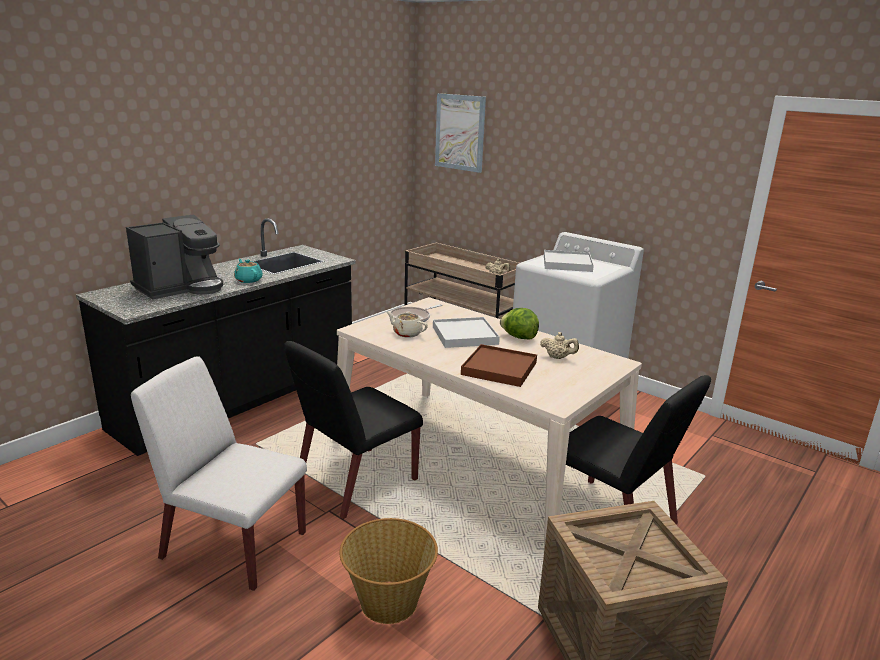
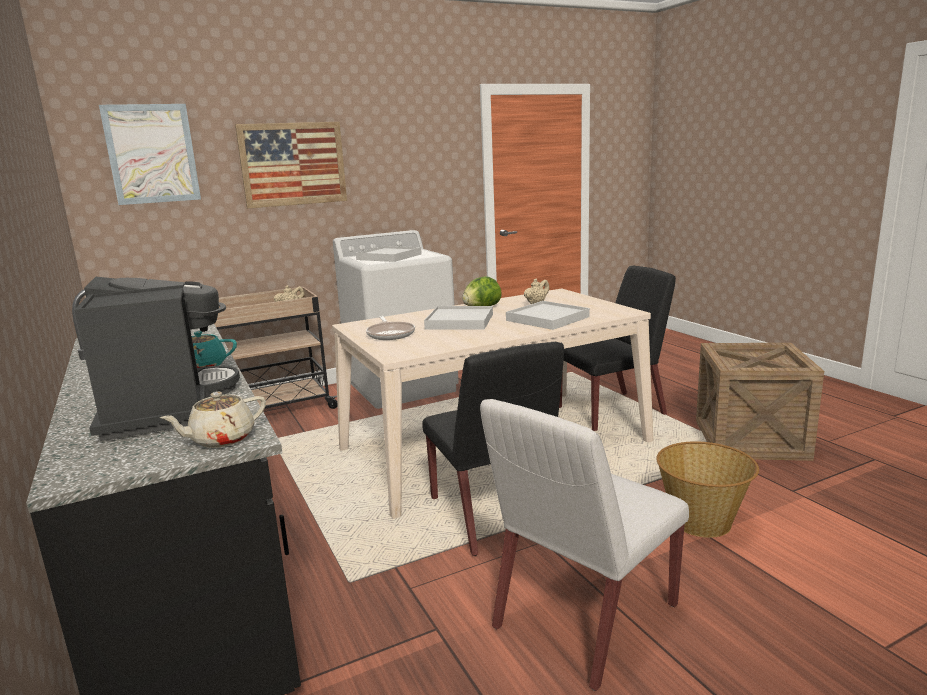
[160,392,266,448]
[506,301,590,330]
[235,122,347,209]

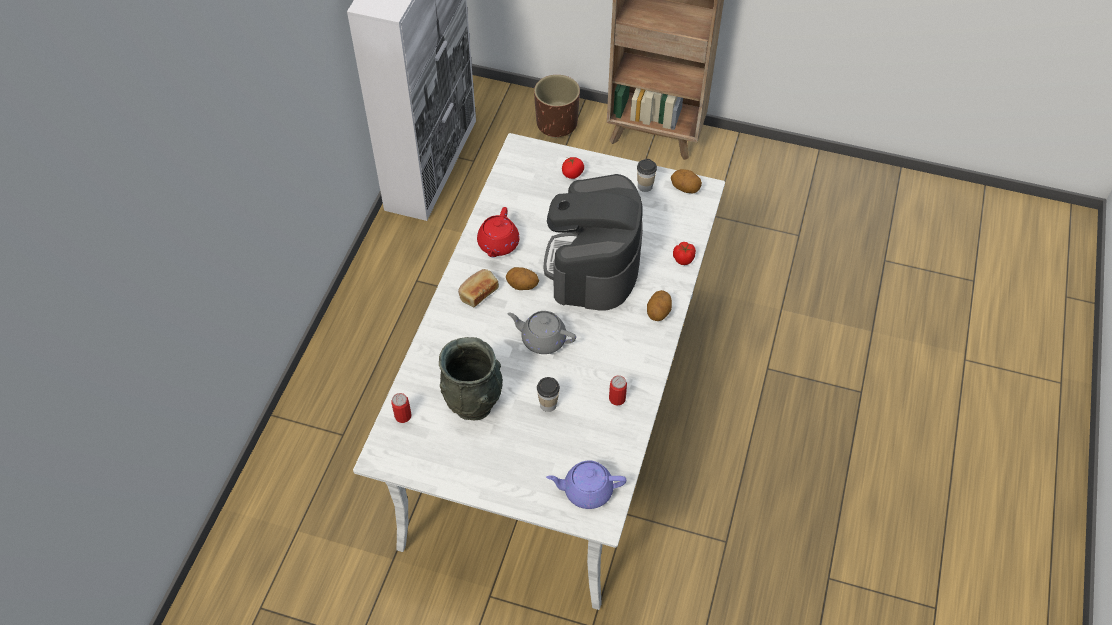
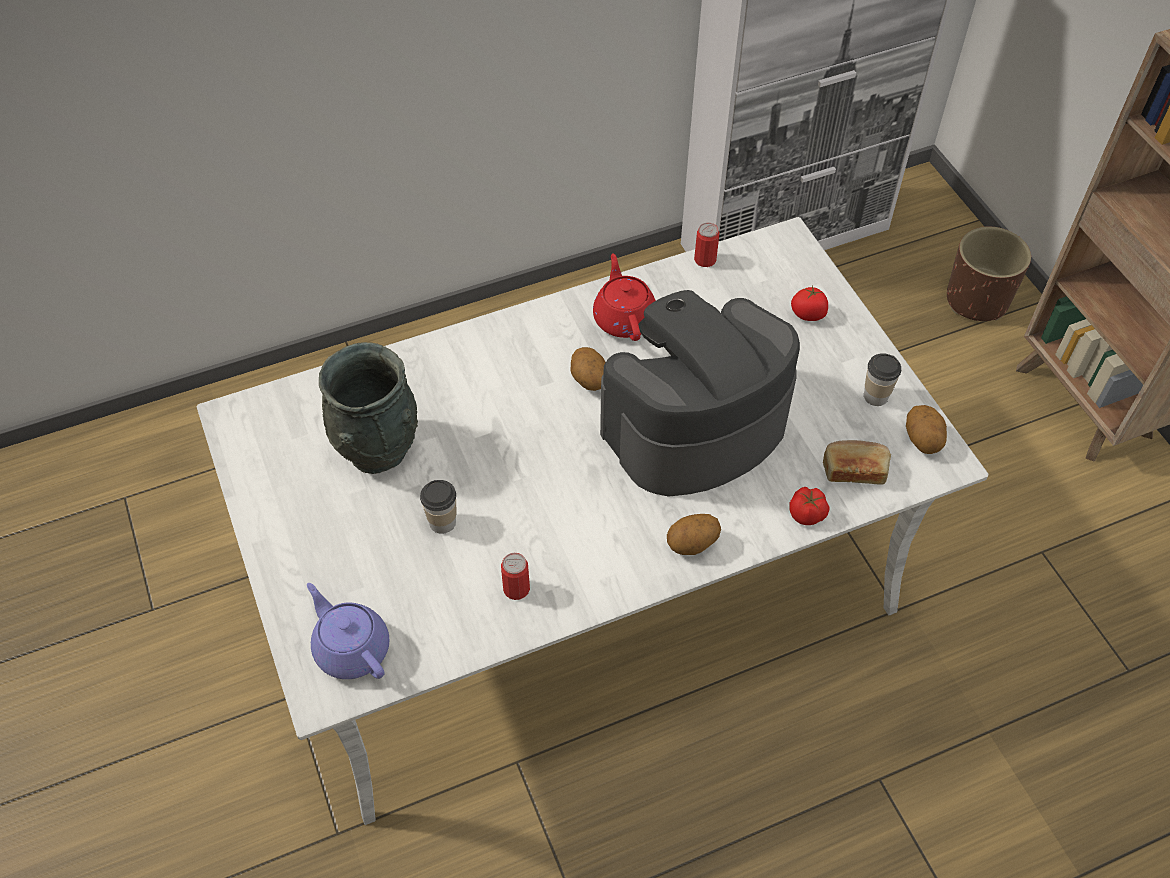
[694,222,719,267]
[823,440,891,485]
[593,253,656,341]
[507,311,576,354] (first image)

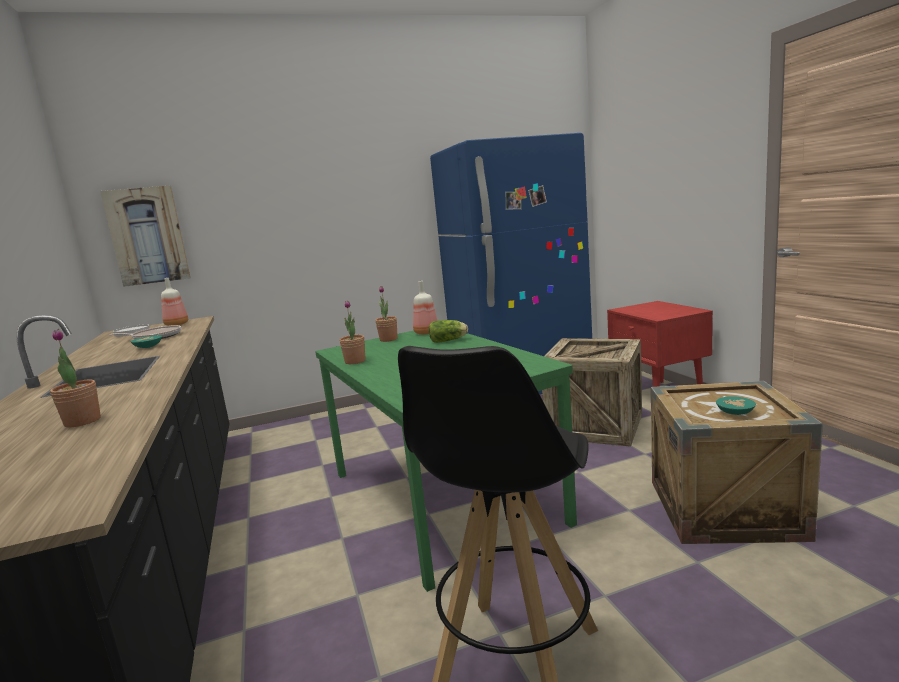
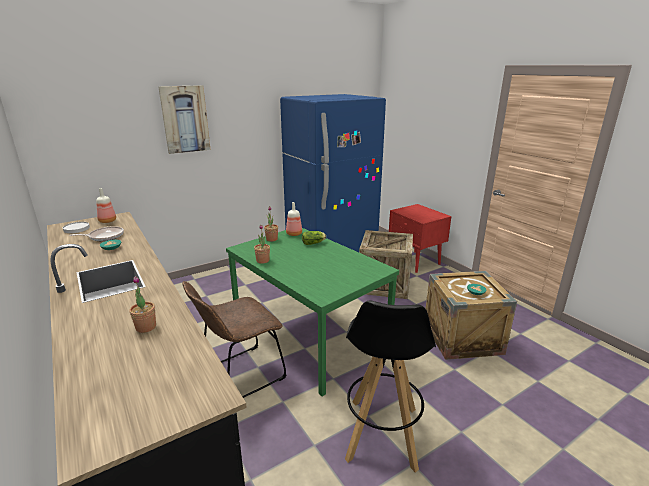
[158,85,210,154]
[182,281,286,398]

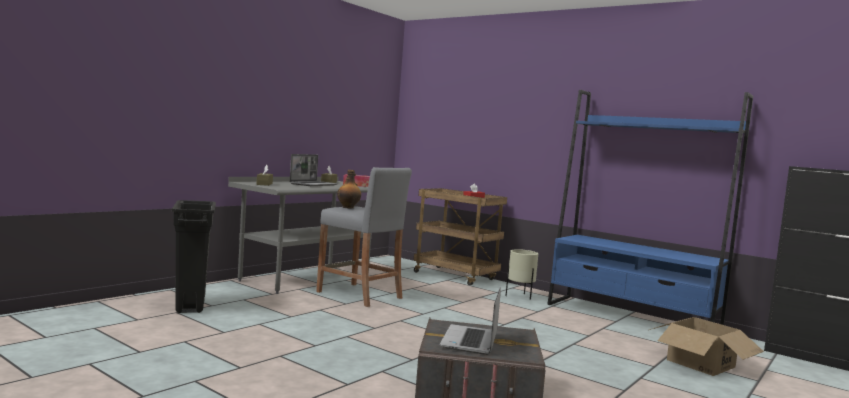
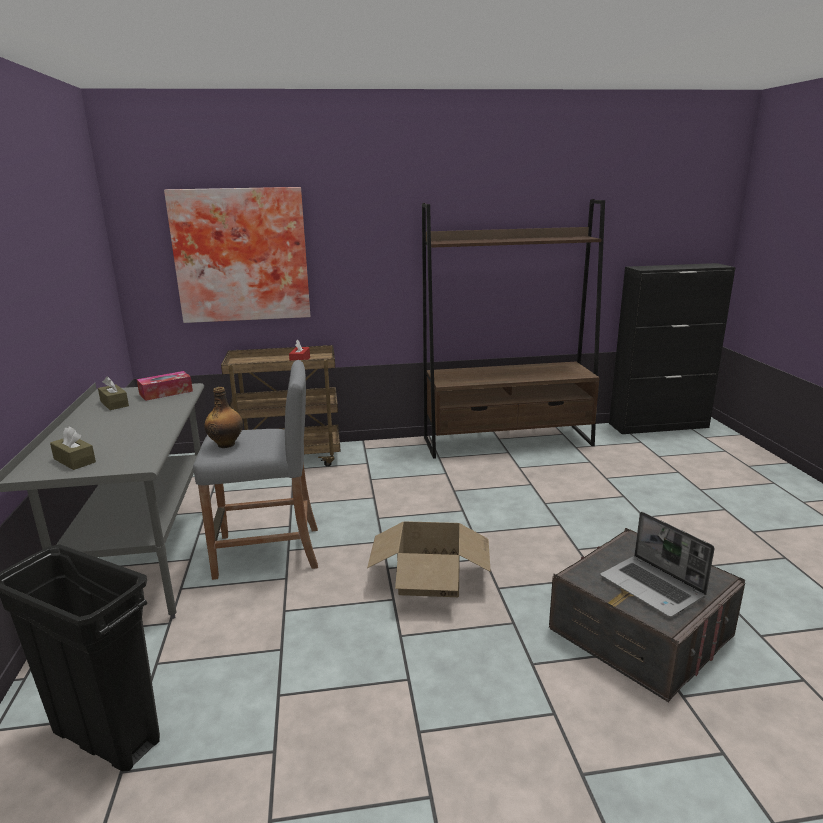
[290,154,338,186] (first image)
[505,249,538,300] (first image)
[422,199,605,459]
[367,521,491,597]
[164,187,310,323]

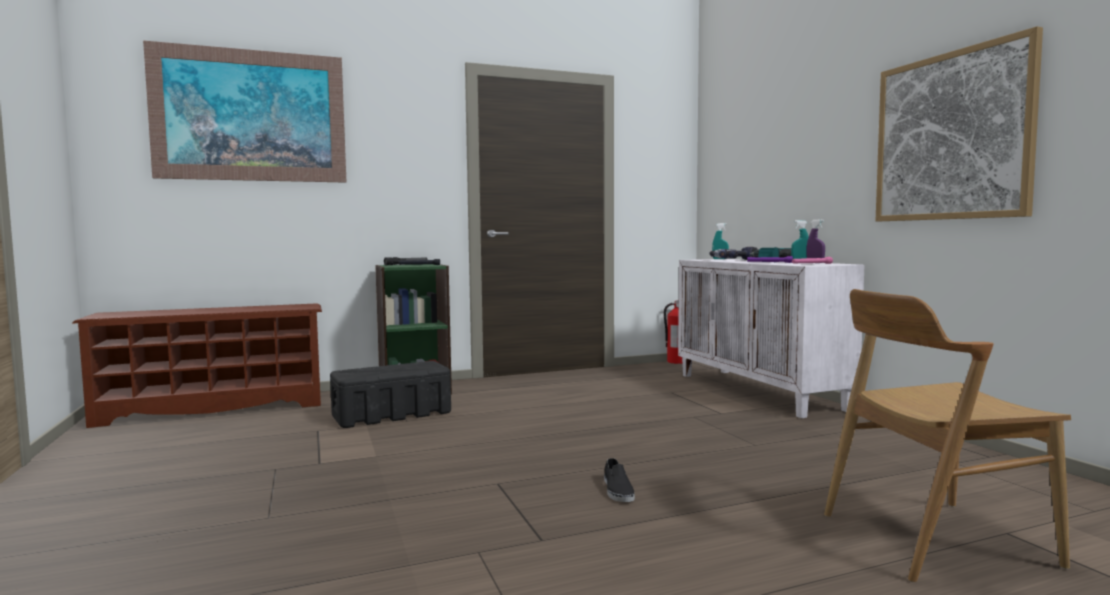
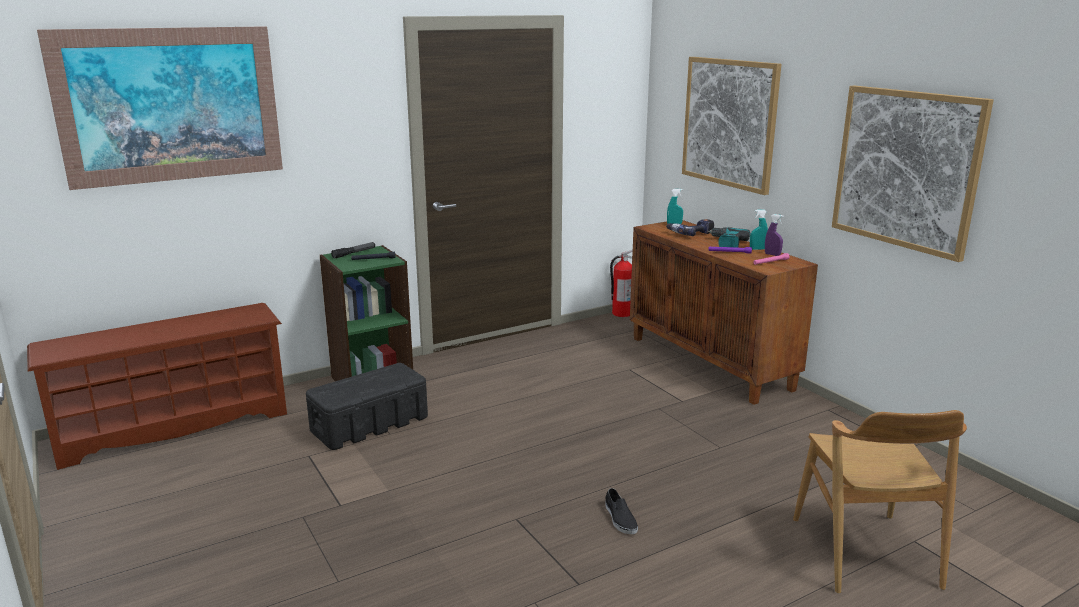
[630,220,818,405]
[793,410,967,593]
[682,57,782,195]

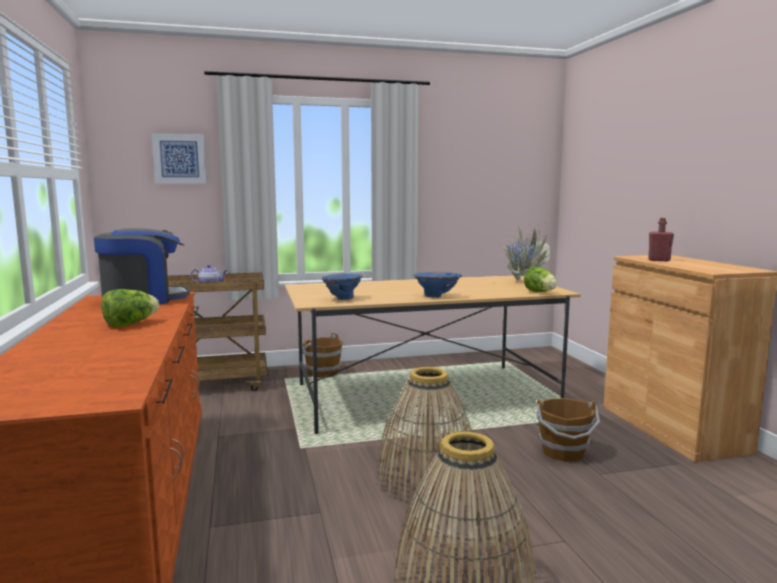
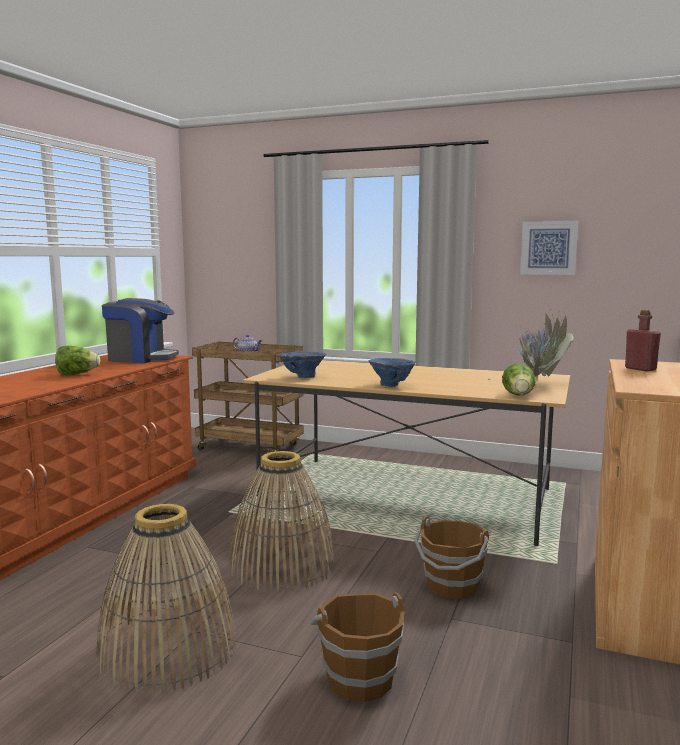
[520,221,578,275]
[310,592,405,702]

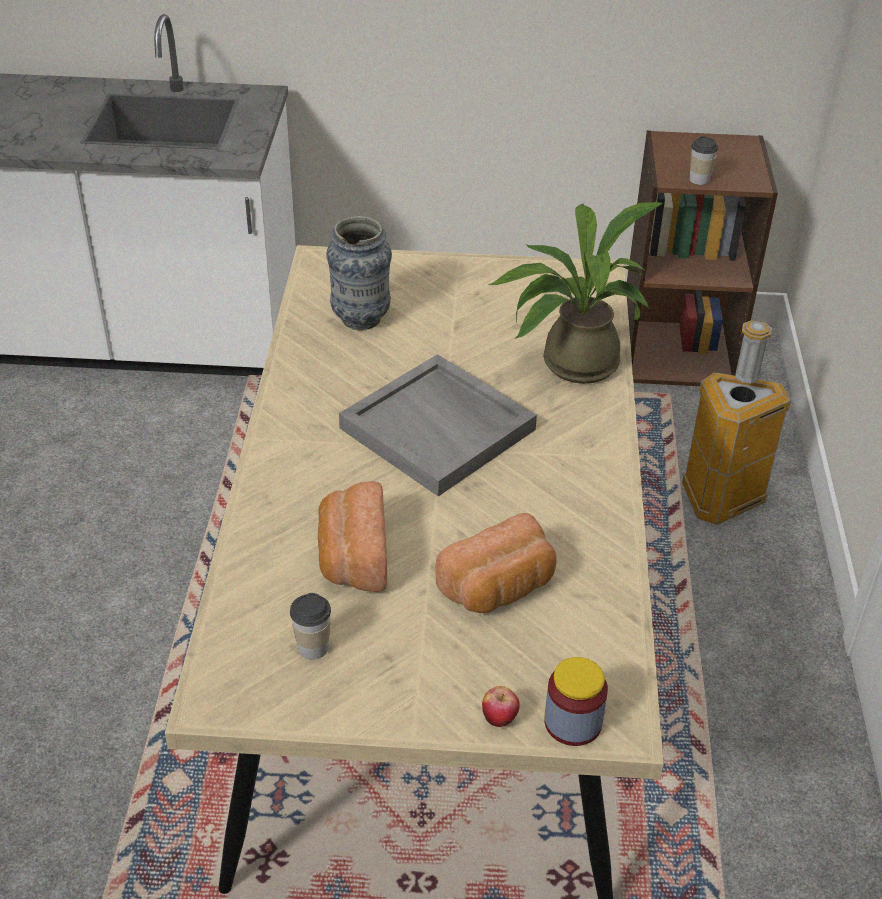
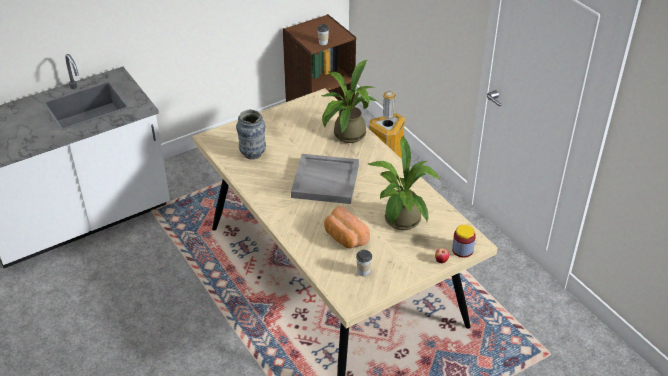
[367,136,440,230]

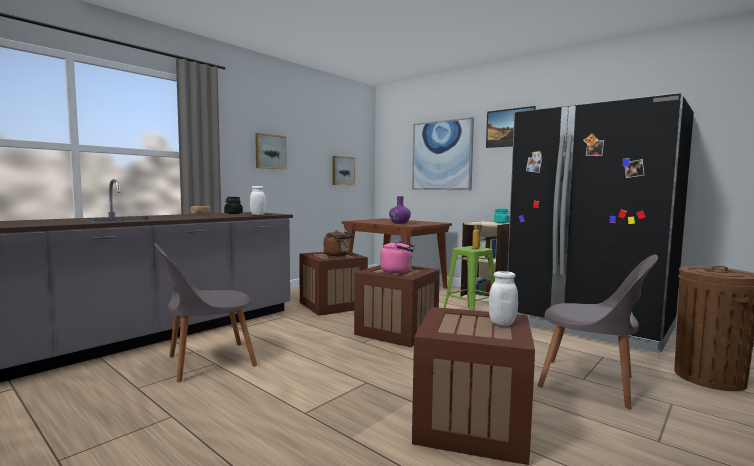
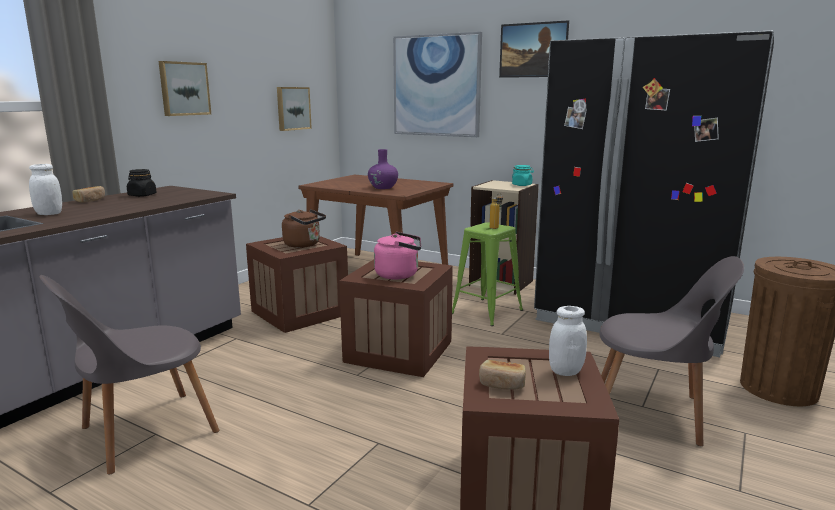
[29,164,62,215]
[479,360,526,390]

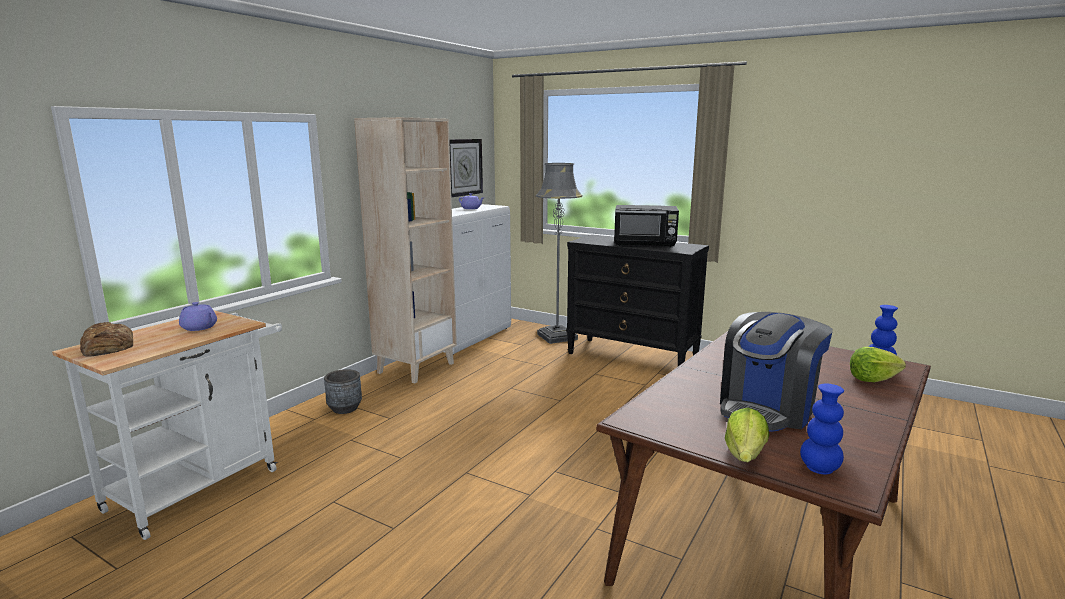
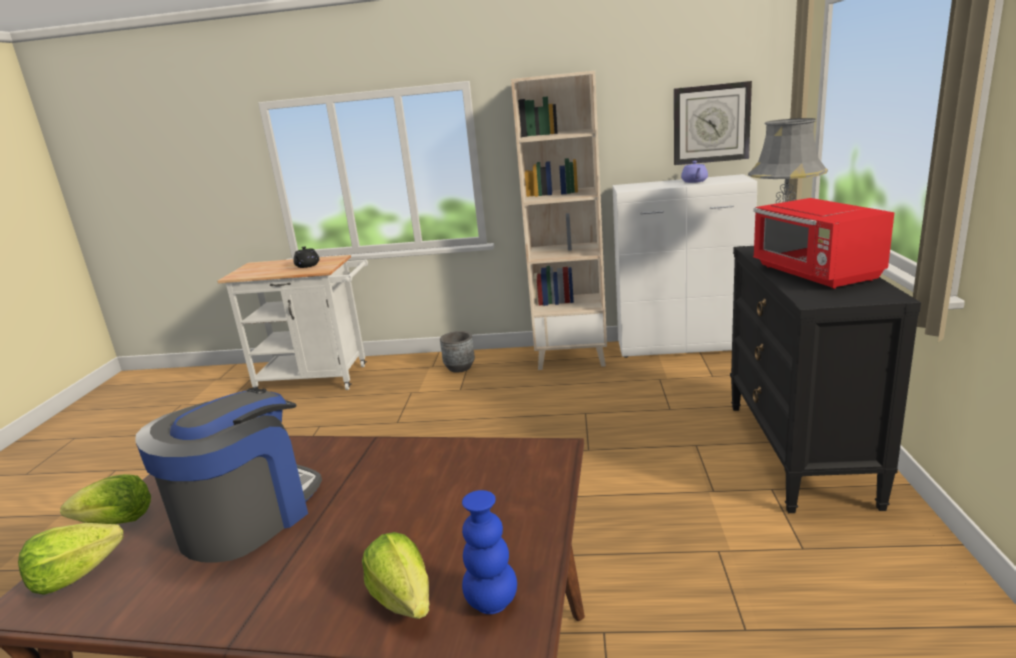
[80,322,133,357] (first image)
[293,247,319,268]
[753,198,895,289]
[136,388,322,562]
[18,523,123,595]

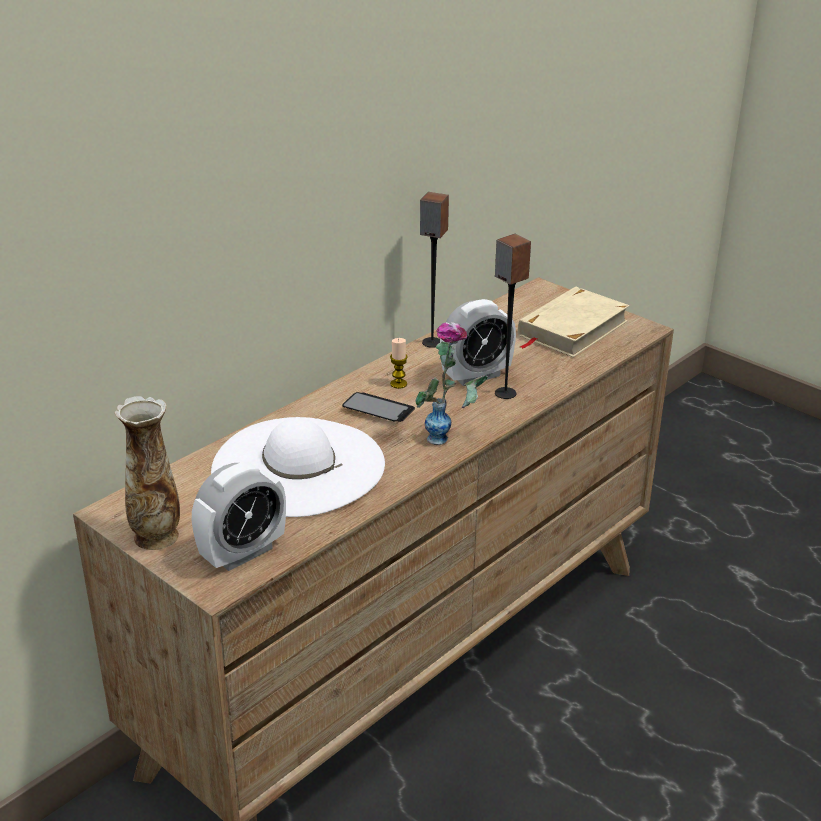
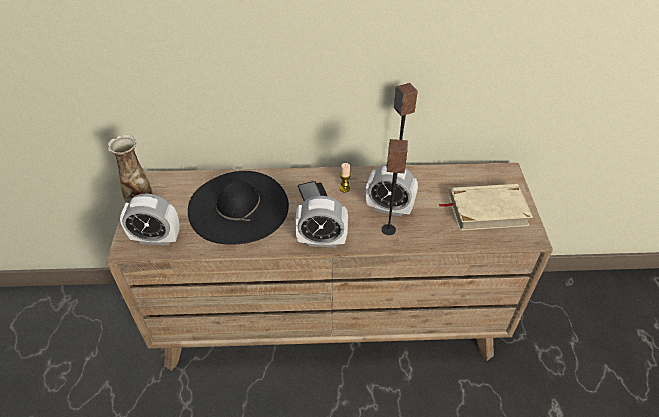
[188,171,289,245]
[295,196,348,247]

